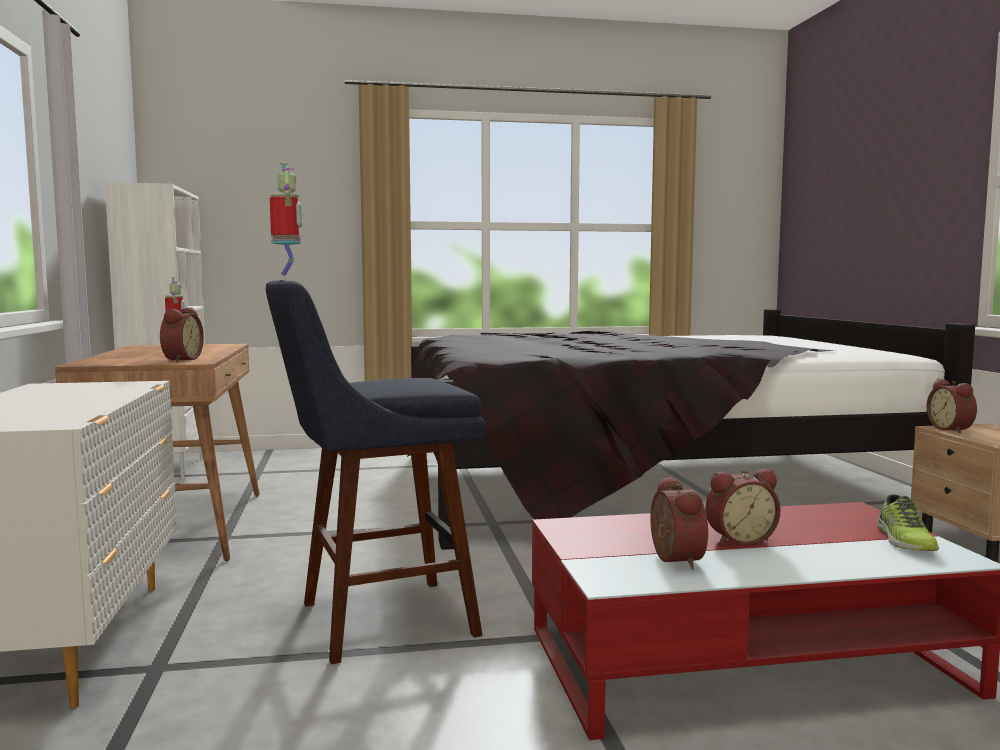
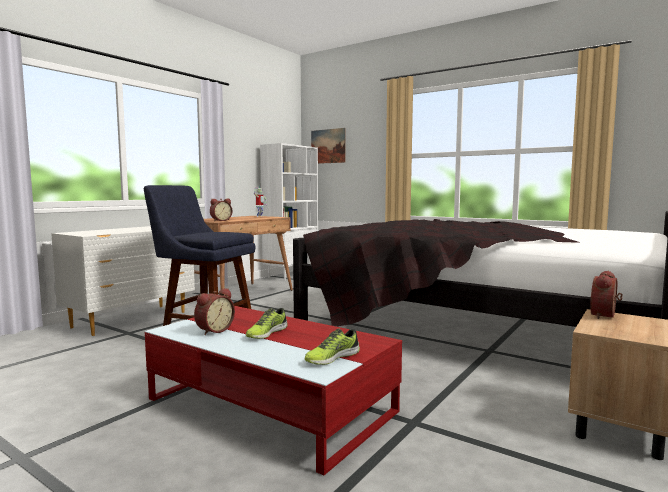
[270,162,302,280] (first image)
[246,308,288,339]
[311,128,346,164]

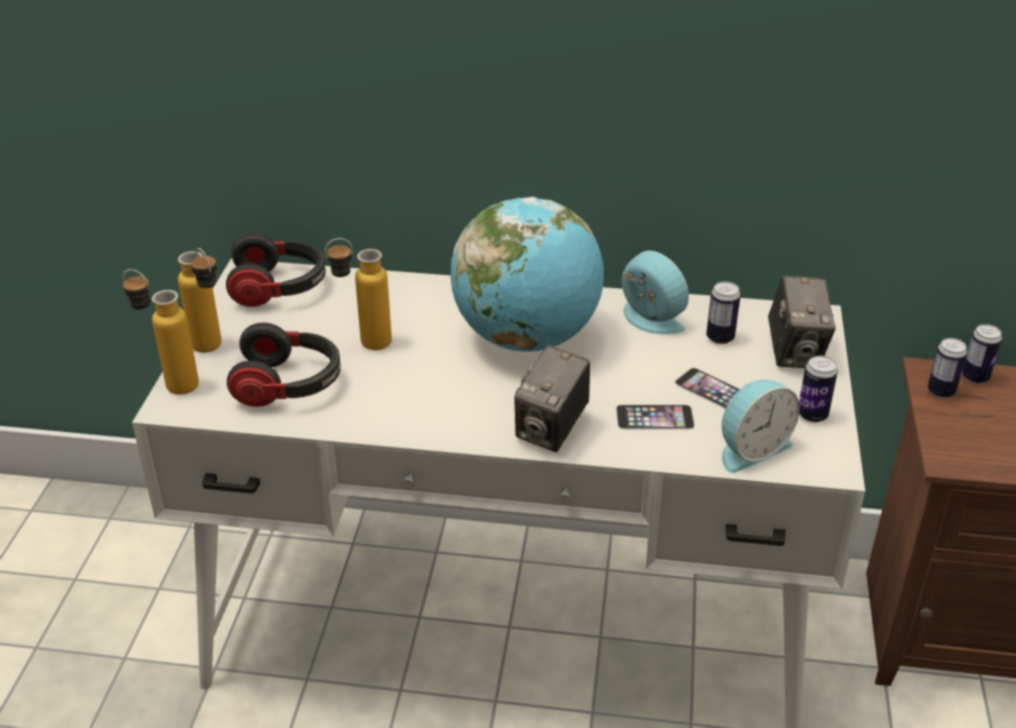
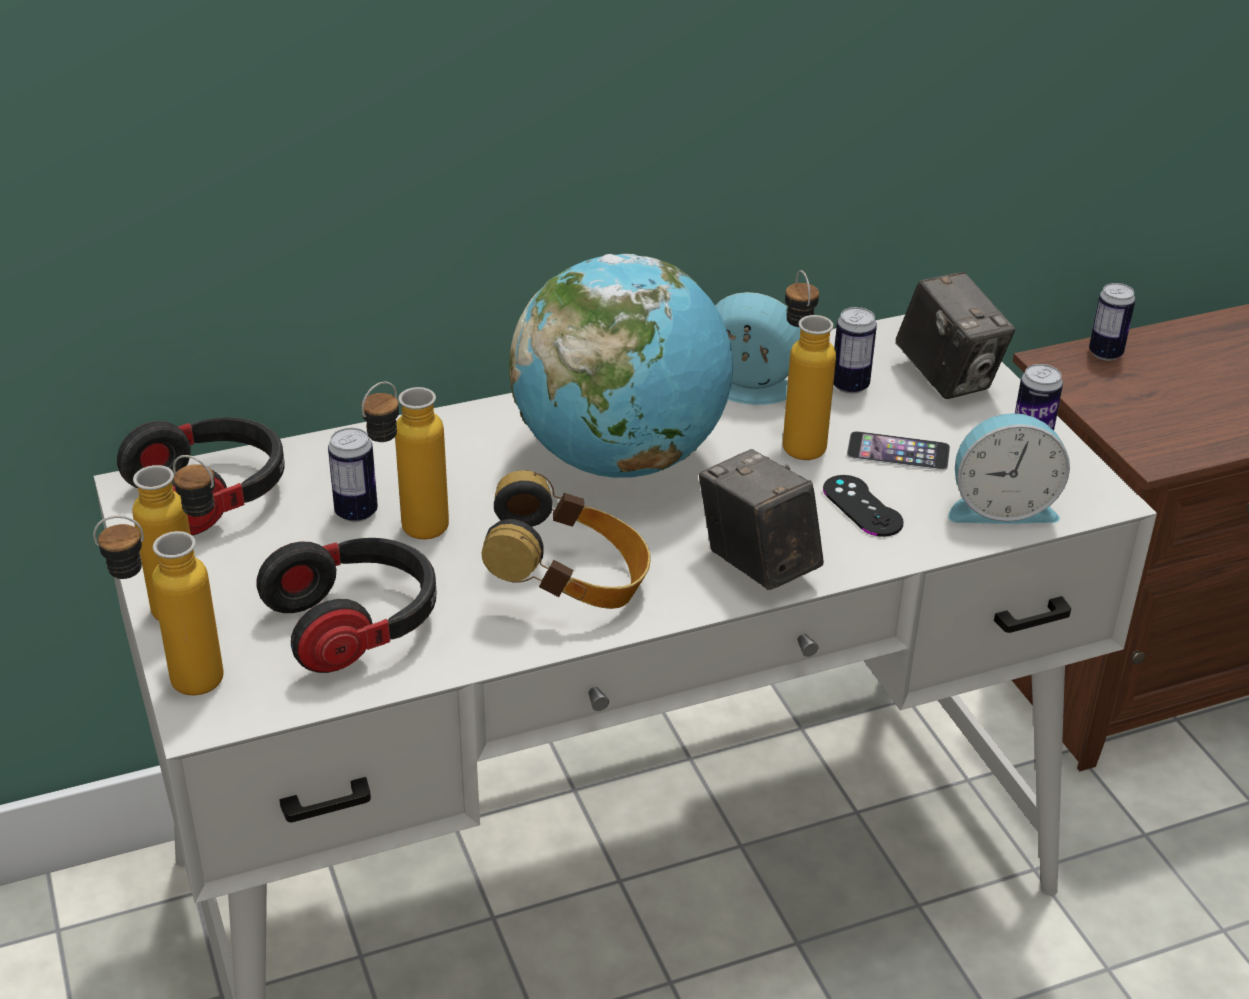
[699,449,824,590]
[823,475,904,537]
[948,413,1070,524]
[328,428,378,522]
[482,470,650,609]
[783,270,836,460]

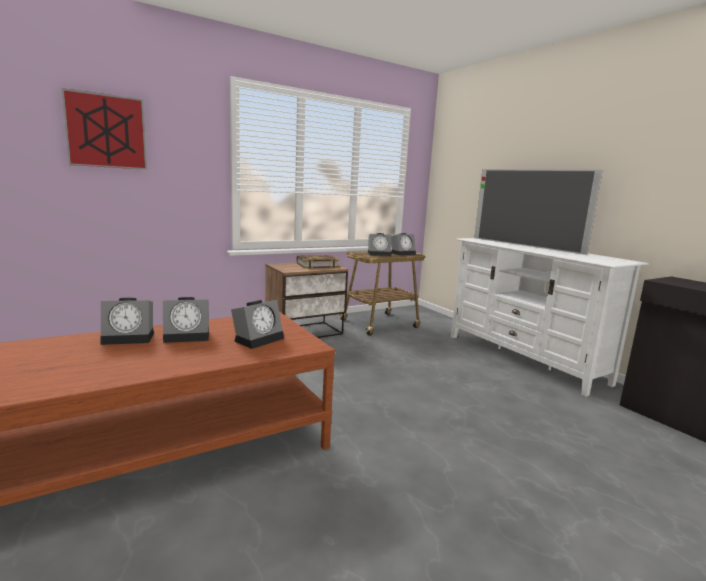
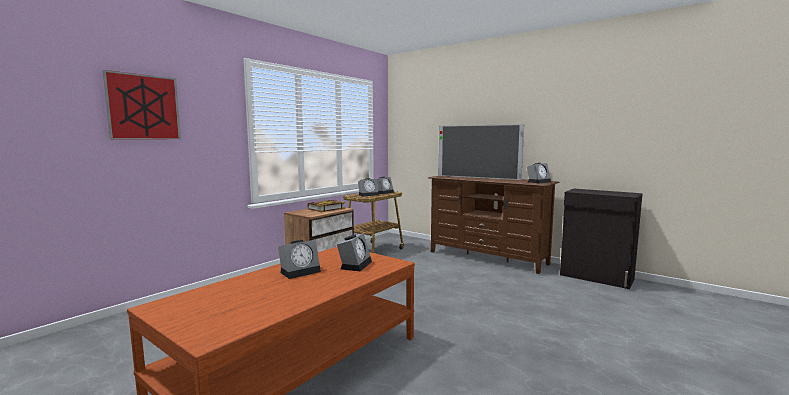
[527,163,551,183]
[428,176,560,274]

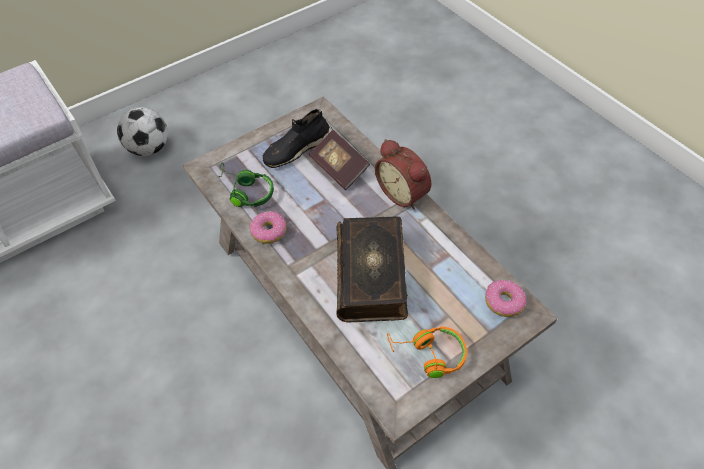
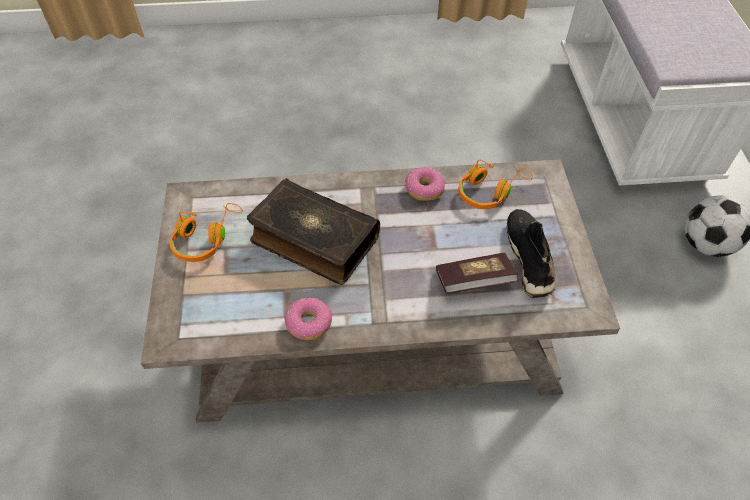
[458,159,533,209]
[375,139,431,209] (first image)
[284,298,332,340]

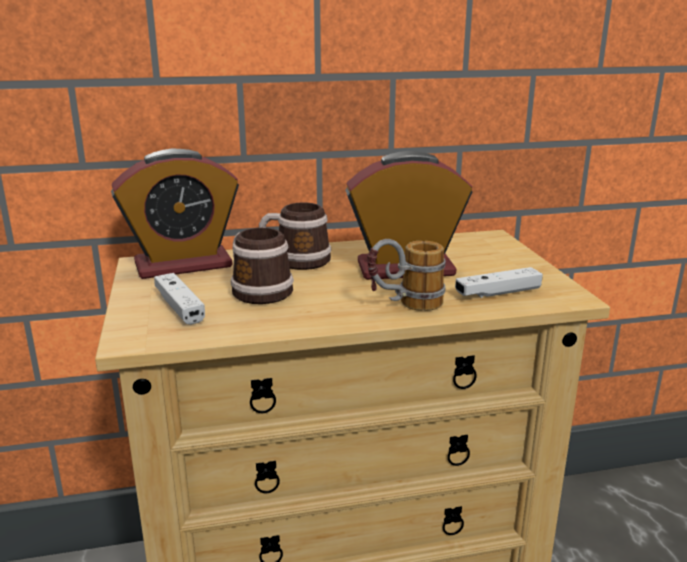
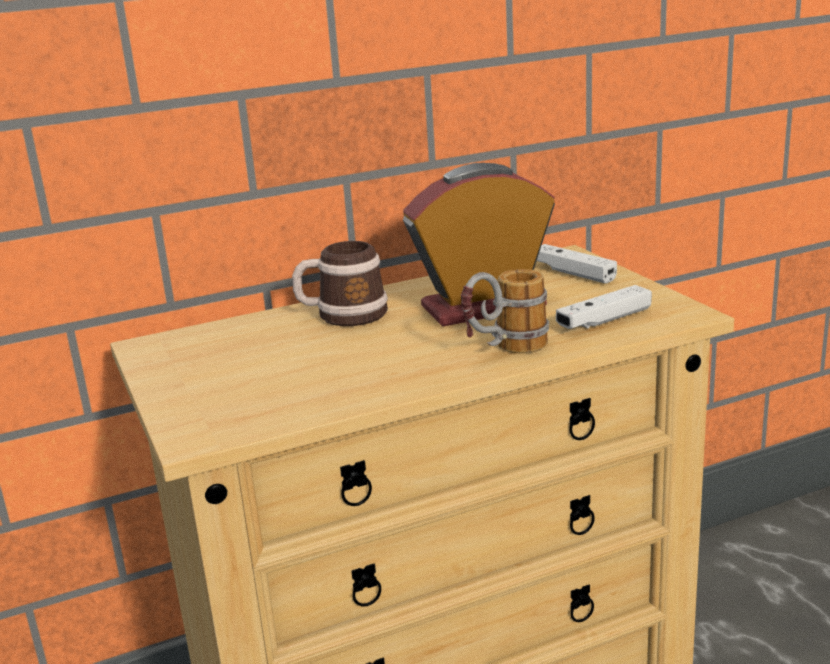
[111,149,239,279] (first image)
[537,244,617,284]
[231,228,294,304] (first image)

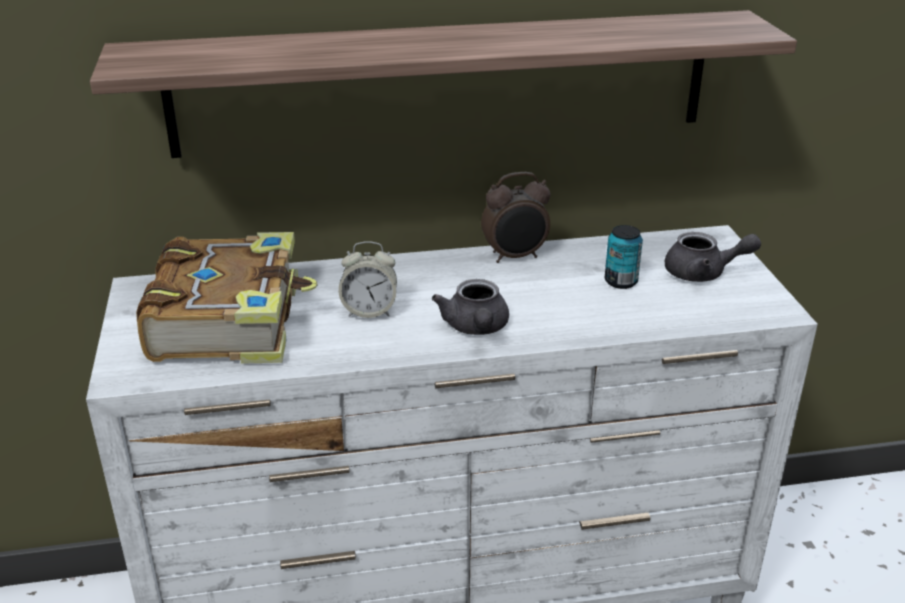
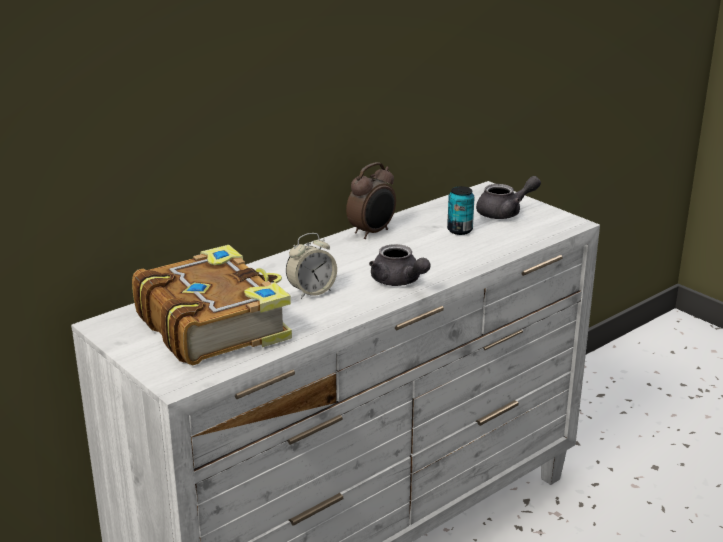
[90,10,797,158] (first image)

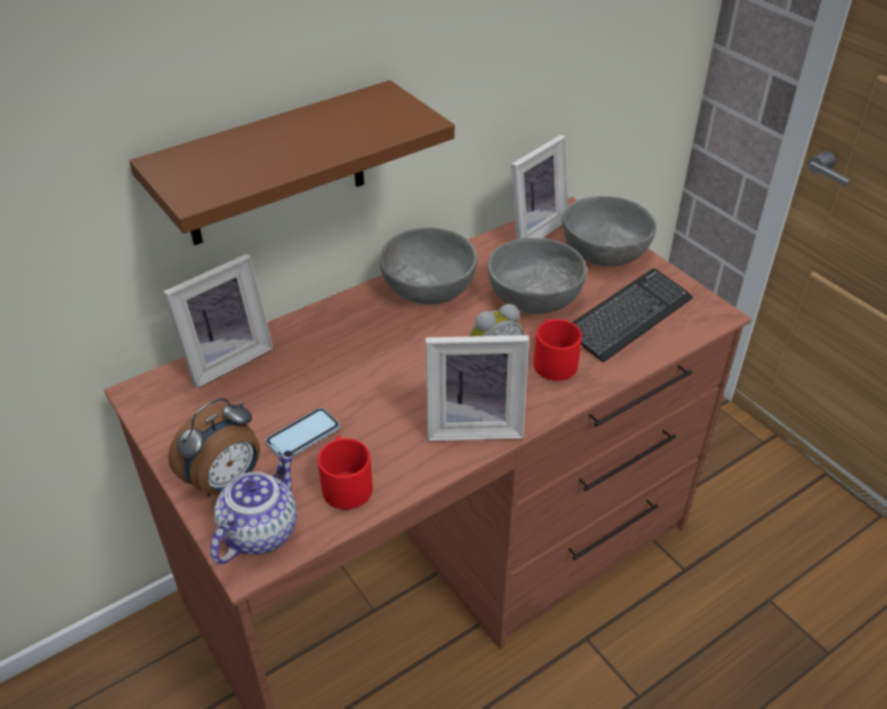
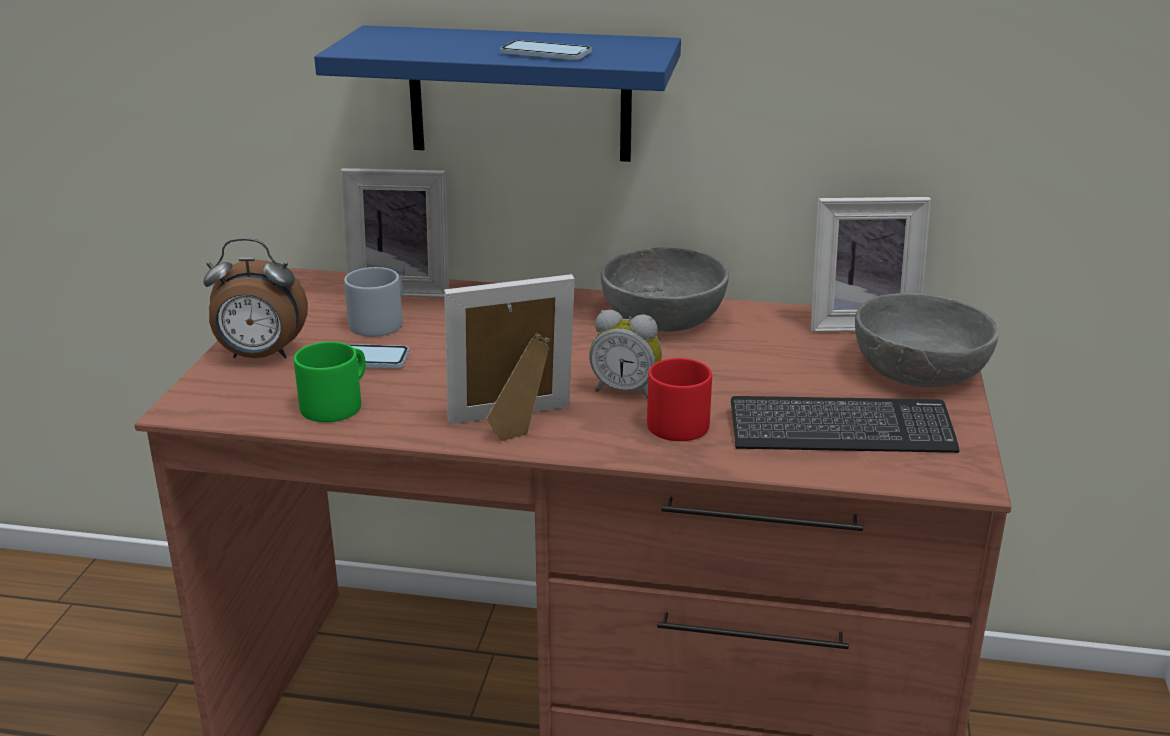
[314,25,681,162]
[210,451,297,564] (first image)
[294,342,366,422]
[444,274,575,441]
[488,238,587,314] (first image)
[344,267,403,337]
[500,40,592,61]

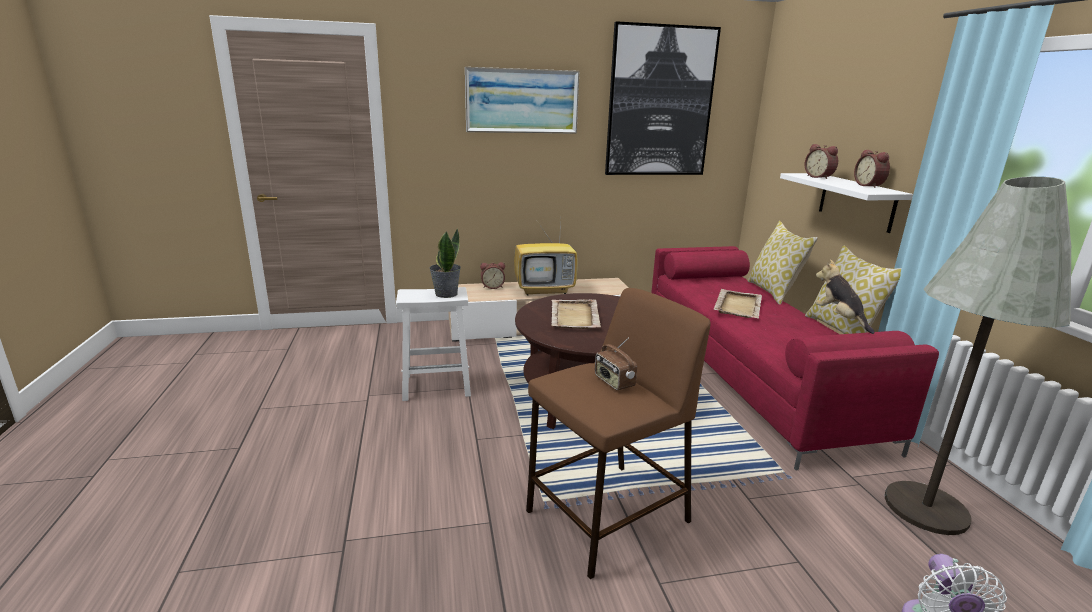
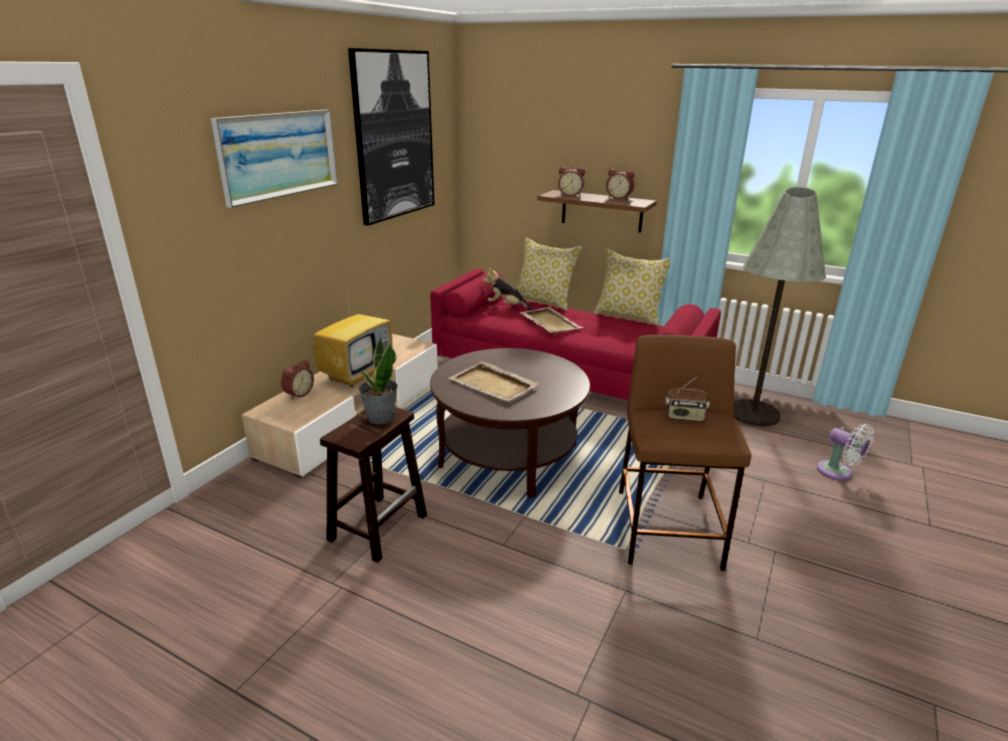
[320,407,427,563]
[537,190,657,233]
[483,267,533,310]

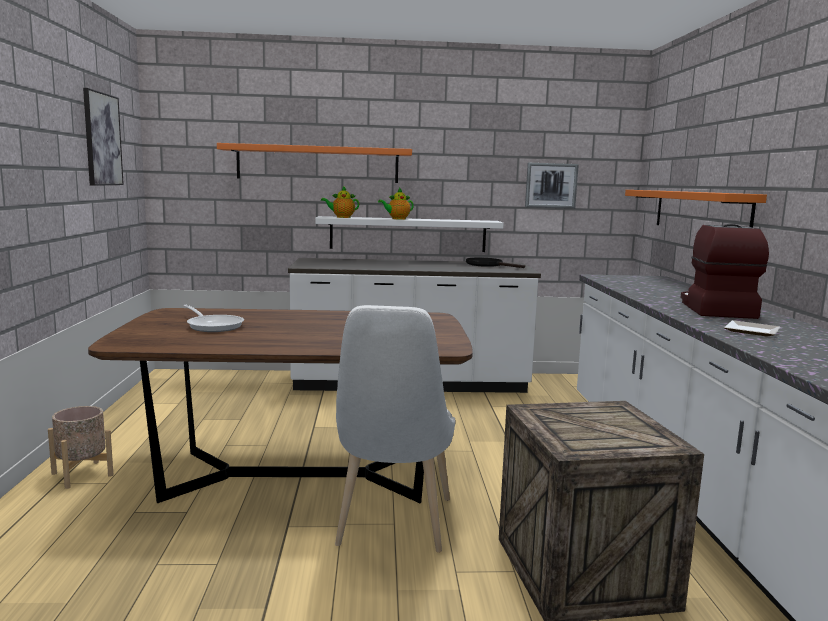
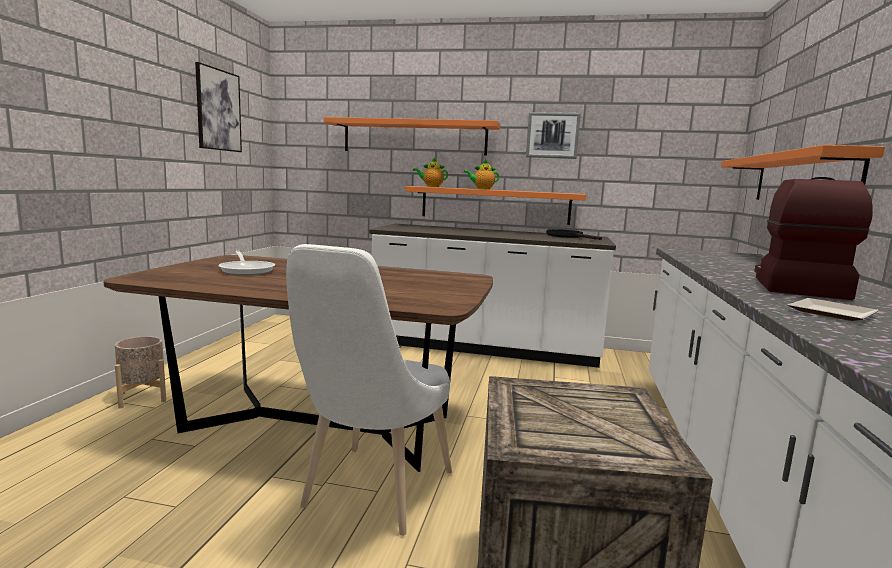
[405,186,586,225]
[526,112,581,159]

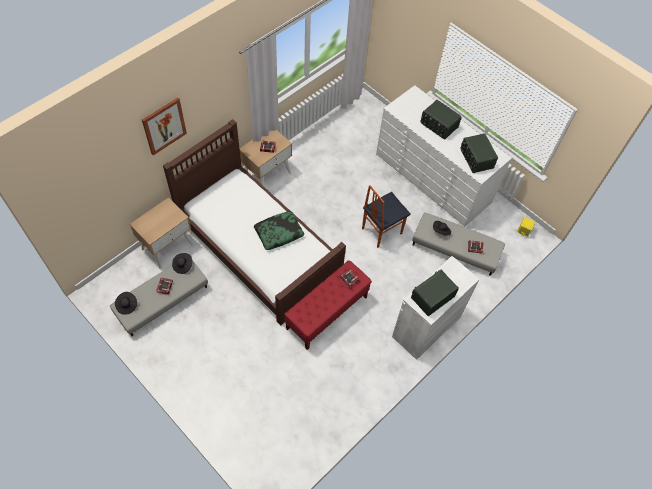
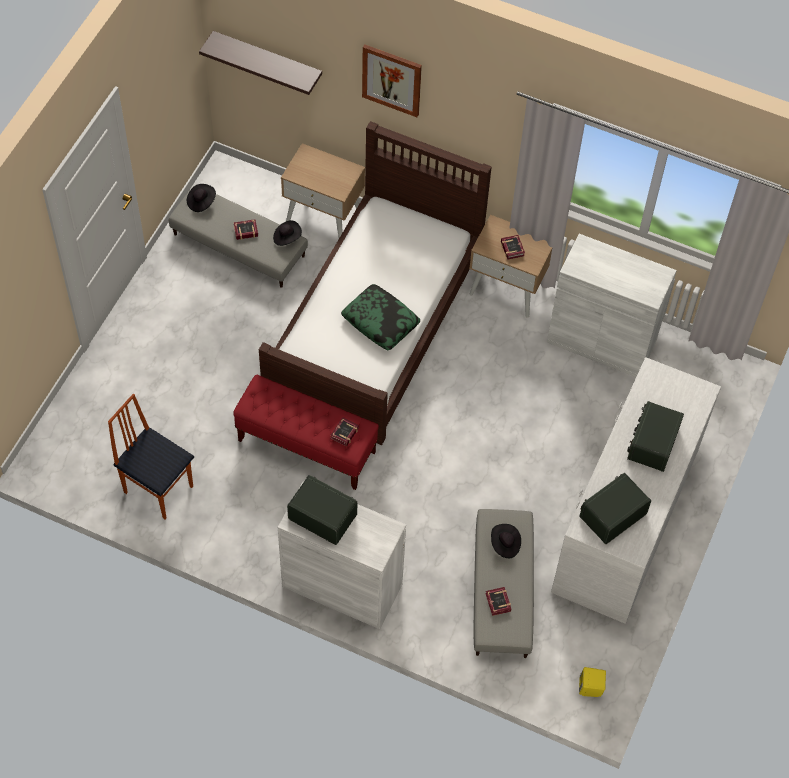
[108,394,194,519]
[199,31,322,95]
[547,234,677,377]

